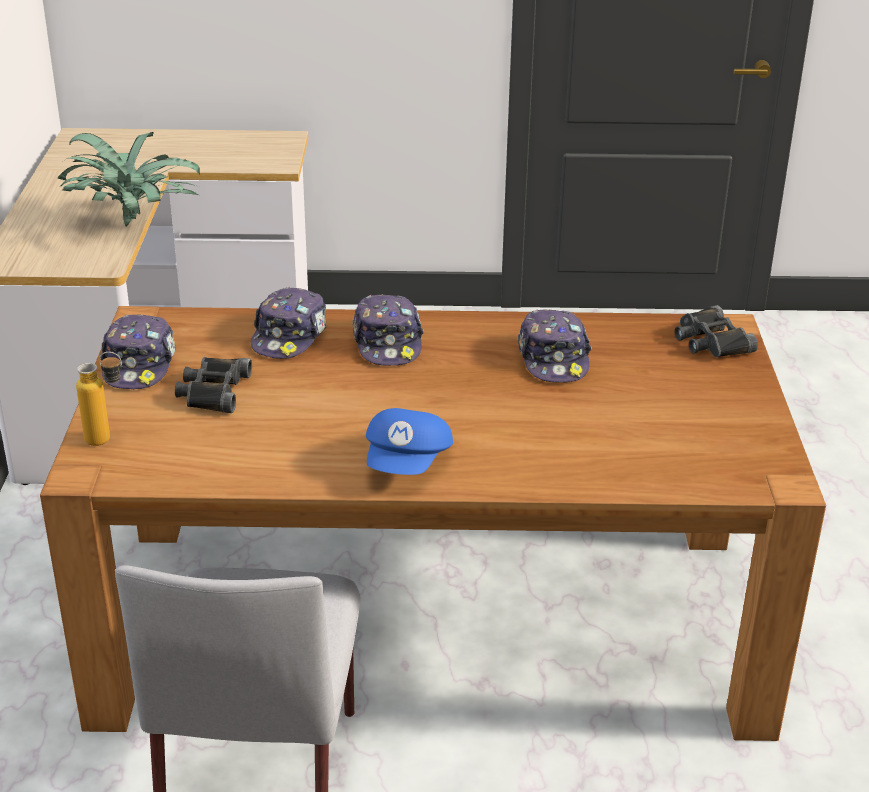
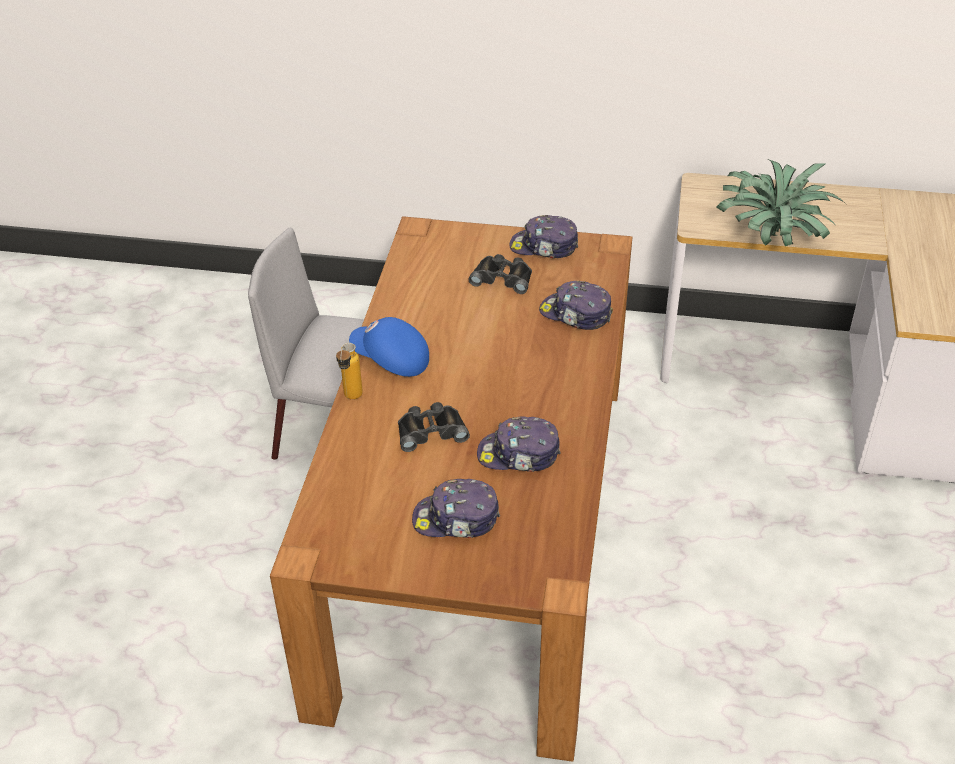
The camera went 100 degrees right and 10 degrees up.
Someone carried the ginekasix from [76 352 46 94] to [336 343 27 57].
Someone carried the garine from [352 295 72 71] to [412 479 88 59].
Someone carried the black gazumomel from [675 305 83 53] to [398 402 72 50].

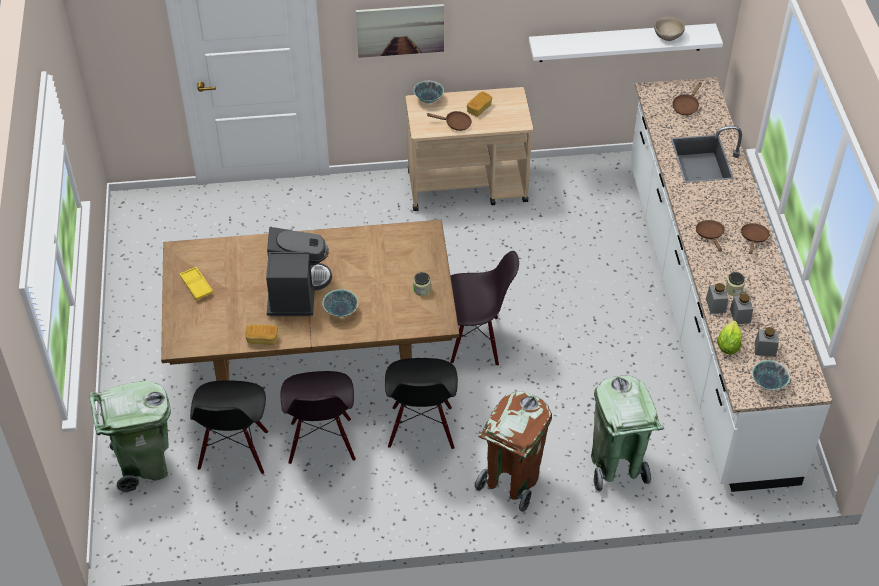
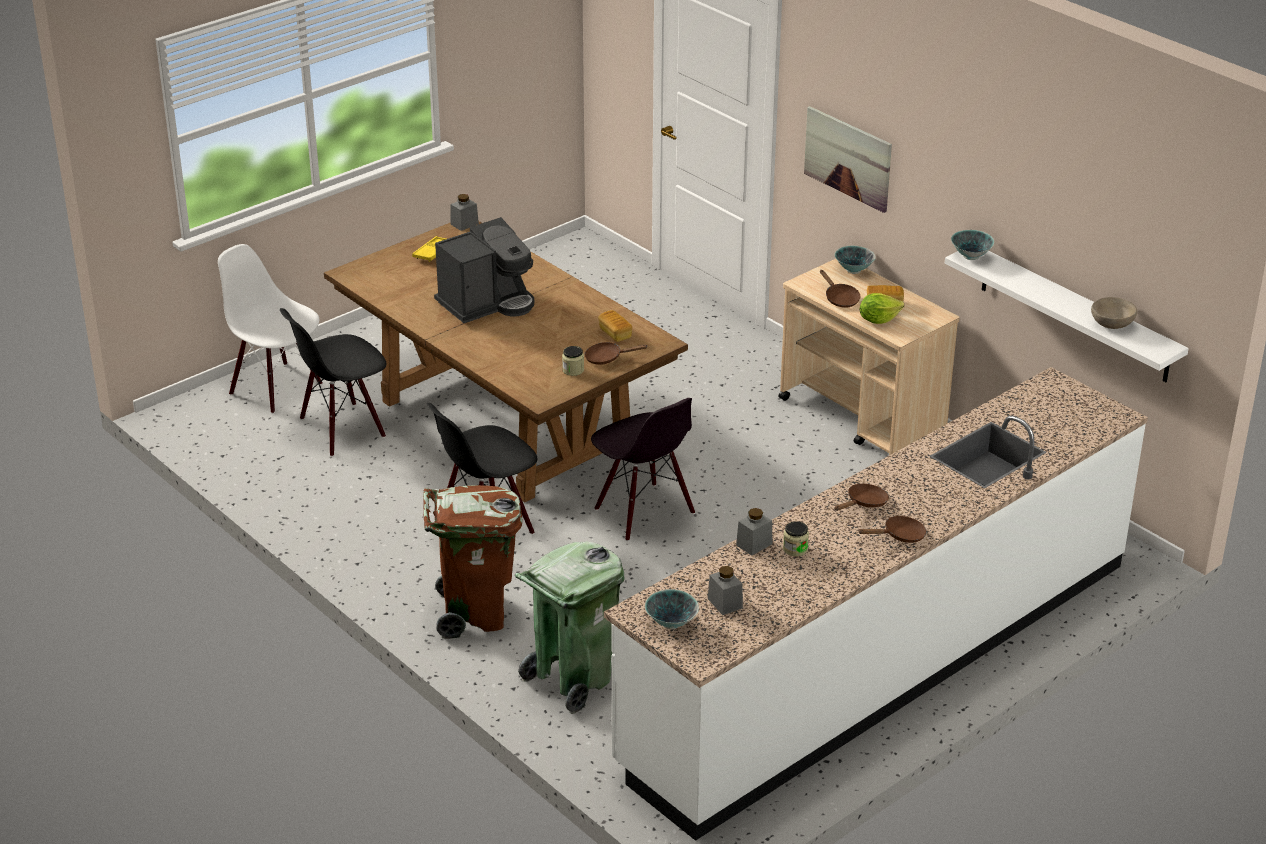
The camera went 55 degrees right and 15 degrees down.
Someone swapped the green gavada at [90 381 81 112] for the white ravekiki at [218 244 104 170].
Someone carried the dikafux from [245 325 33 20] to [598 310 34 32].
Someone took away the black ravekiki at [280 371 76 93].
Someone carried the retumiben from [322 289 36 28] to [951 230 43 30].
Someone carried the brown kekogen from [672 82 30 33] to [585 342 63 23].
Someone carried the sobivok from [717 320 25 34] to [860 293 44 31].
Someone carried the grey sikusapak from [730 293 23 31] to [451 194 28 37].

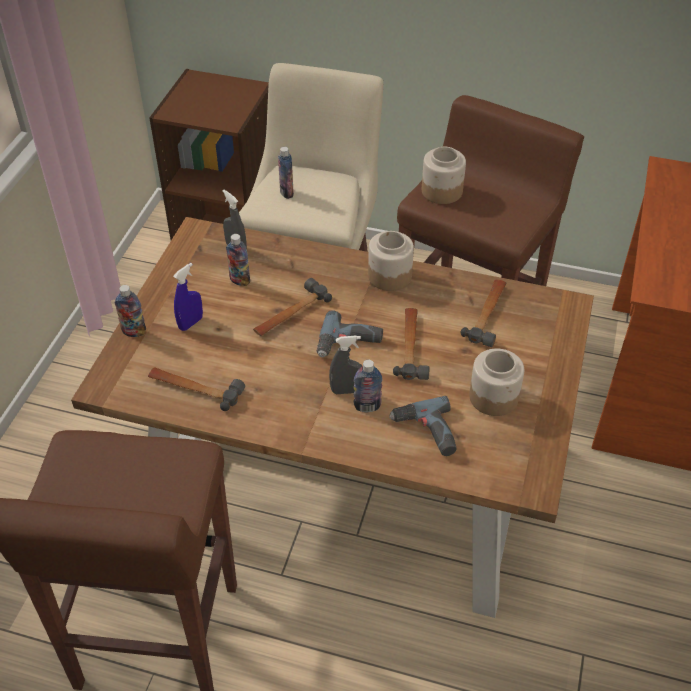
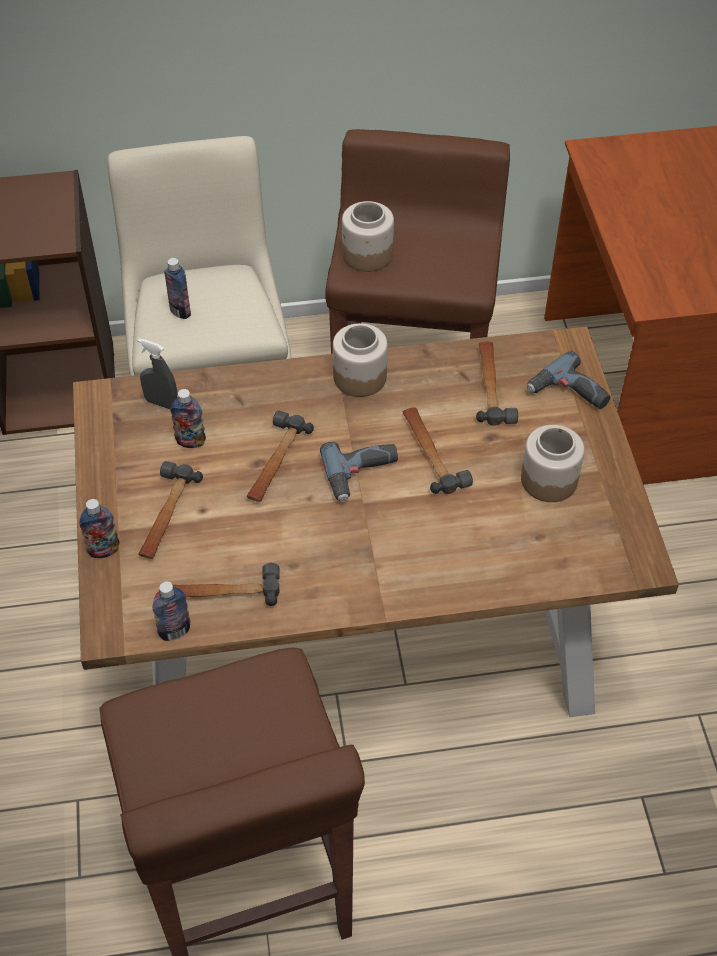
The camera went 25 degrees left and 5 degrees up.
Someone swapped the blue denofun at [173 263 30 68] for the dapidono at [138 461 65 98].
Someone took away the grey denofun at [329 336 33 58].
Someone carried the ginekasix from [353 360 30 52] to [152 582 39 59].
Someone carried the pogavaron from [389 396 68 60] to [527 351 83 58].

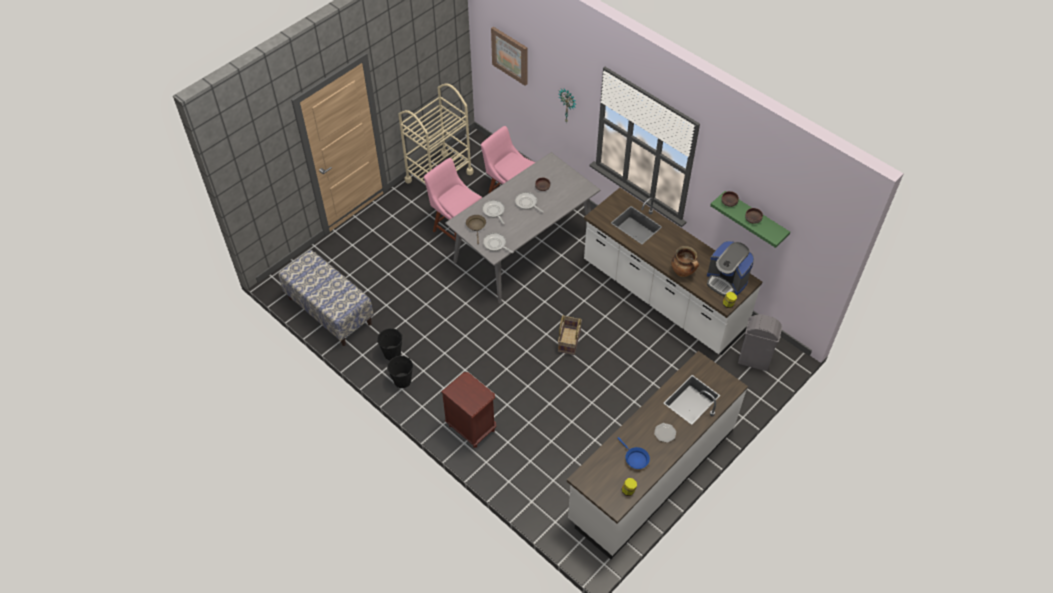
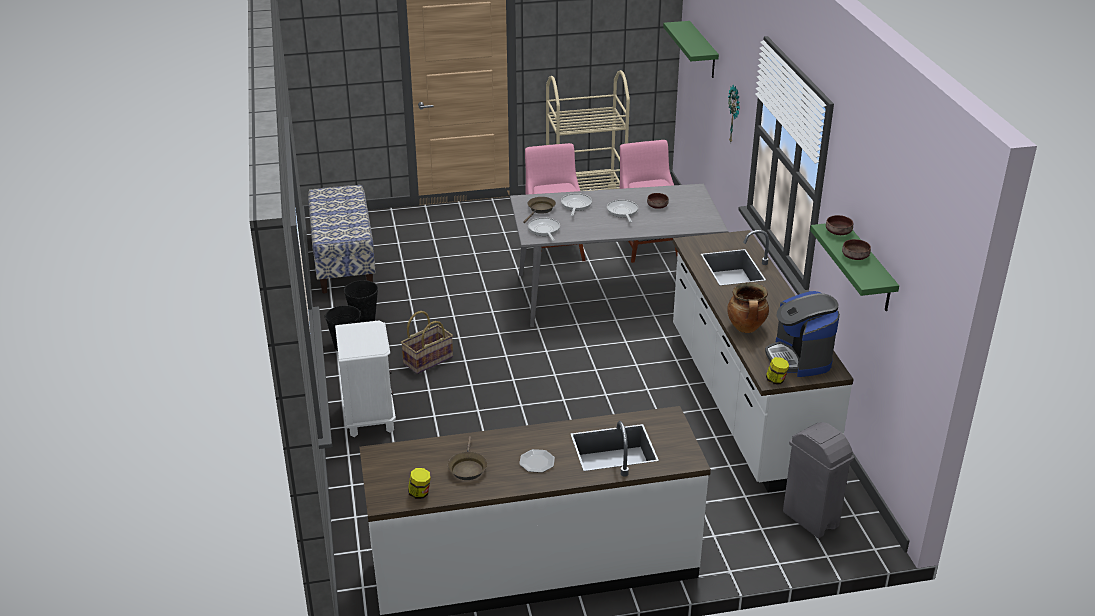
The camera went 35 degrees right and 20 degrees down.
Someone repainted the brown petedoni at [441 372 55 76], which became the white petedoni at [335 321 61 116].
Someone swapped the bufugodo at [491 27 37 59] for the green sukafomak at [663 21 56 57].
Someone carried the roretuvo from [558 315 24 40] to [401 311 52 63].
Someone repainted the blue kekogen at [618 437 32 32], which became the brown kekogen at [448 436 39 44].

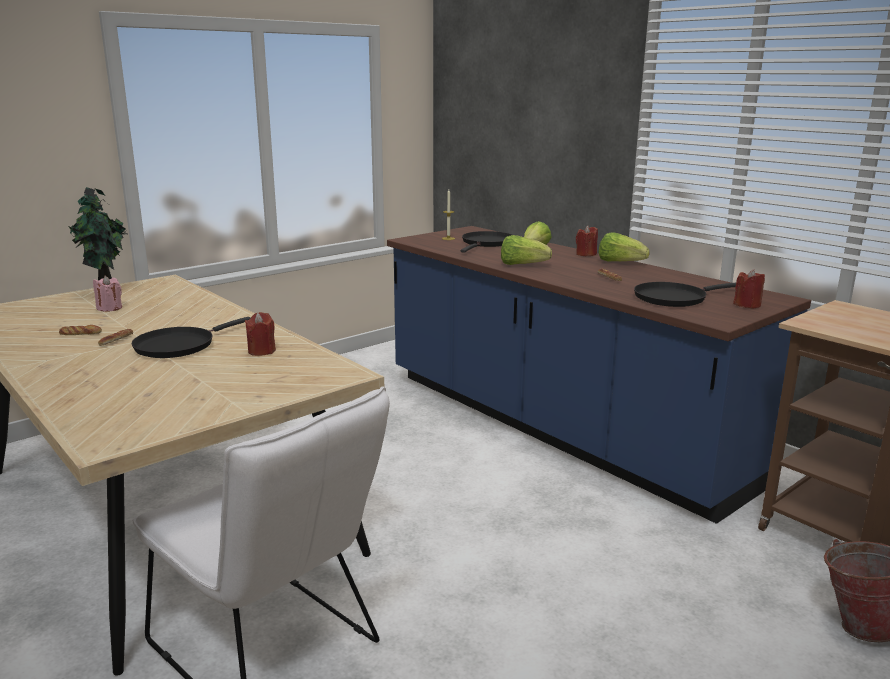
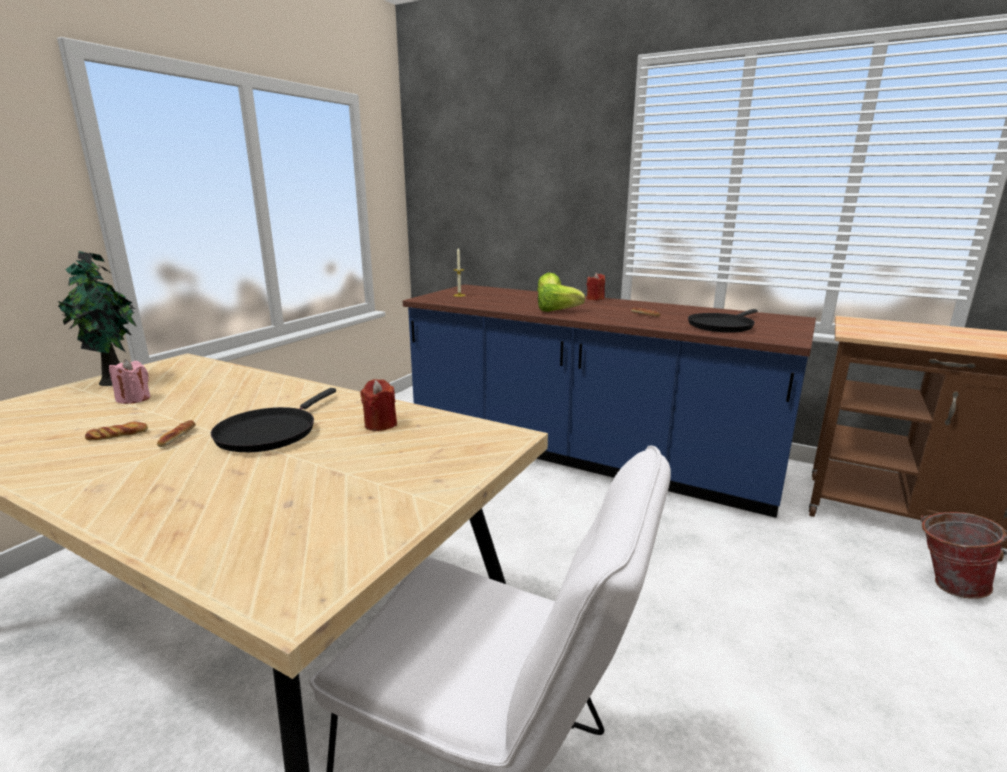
The camera went 20 degrees left and 0 degrees up.
Someone took away the black kekogen at [461 231 51 22].
Someone took away the sobivok at [598 232 52 29].
Someone took away the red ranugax at [733 269 32 40].

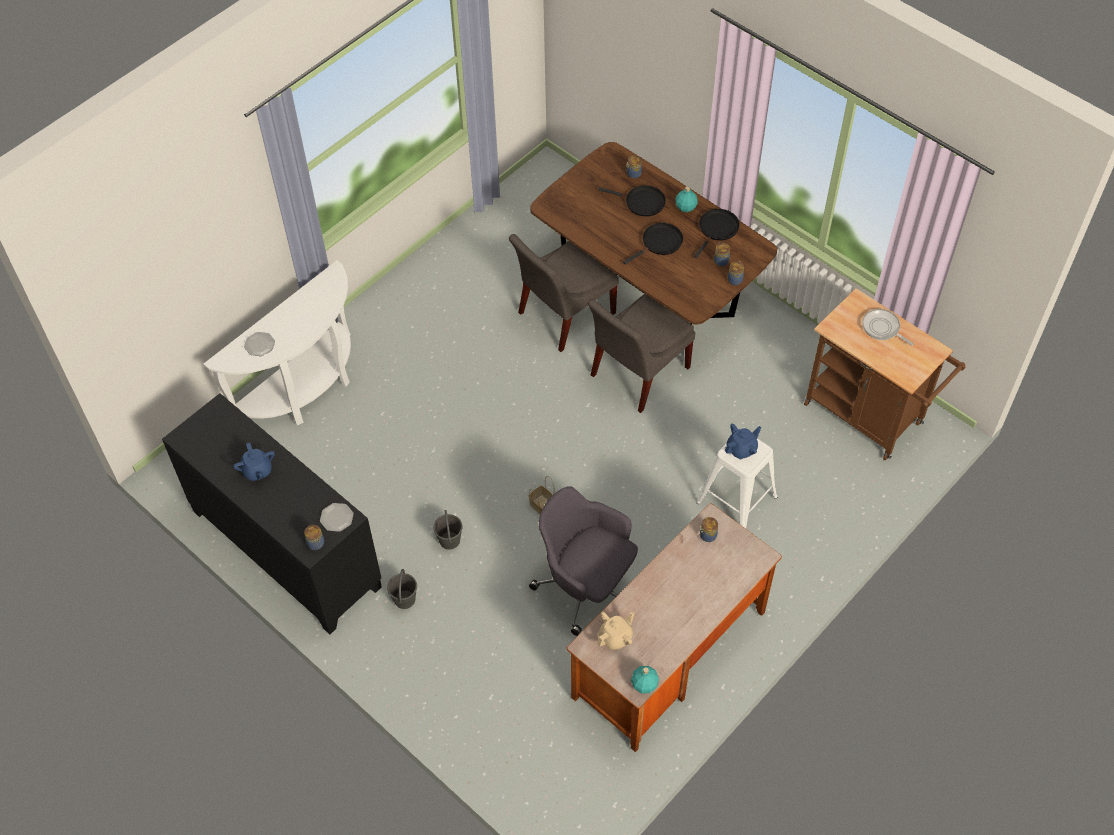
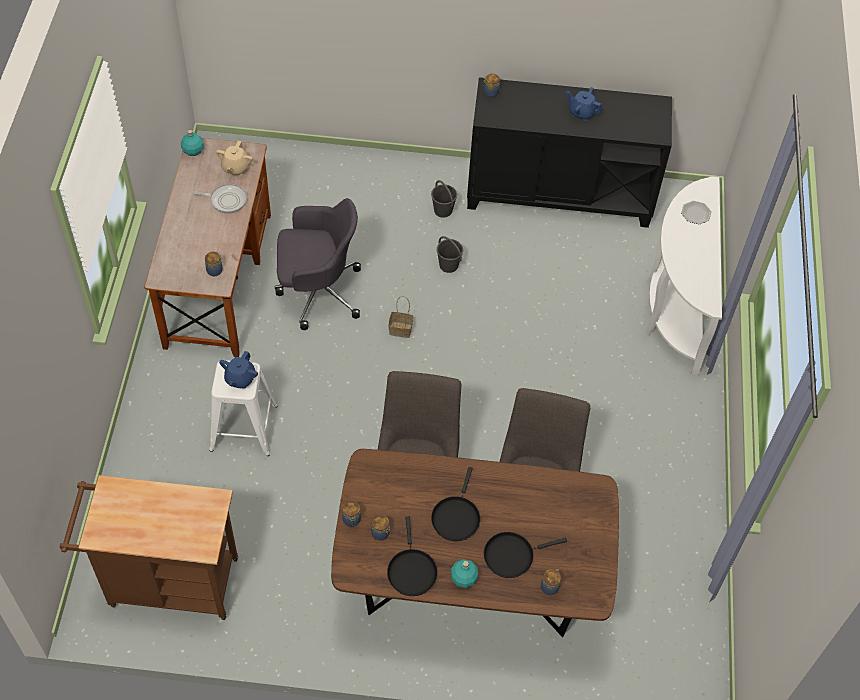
The camera went 140 degrees right and 0 degrees up.
Someone took away the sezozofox at [320 503 34 29].
Someone carried the kekogen from [862 309 52 37] to [191 184 56 30].

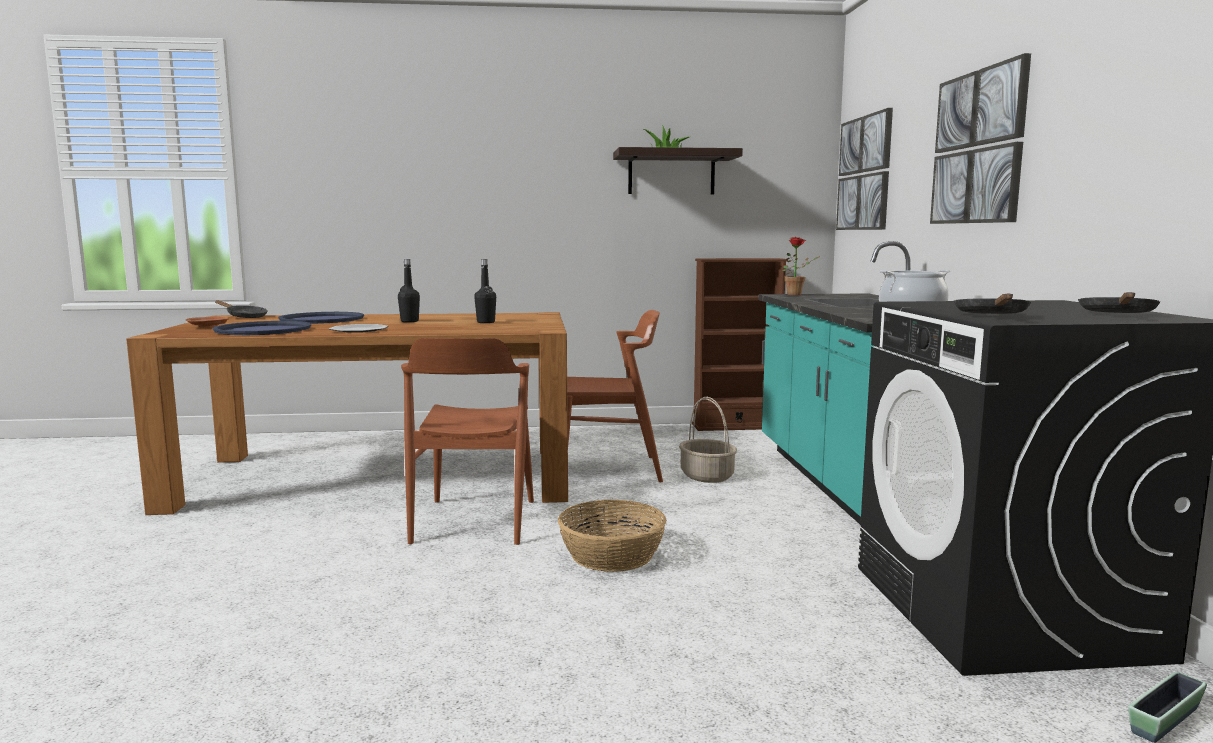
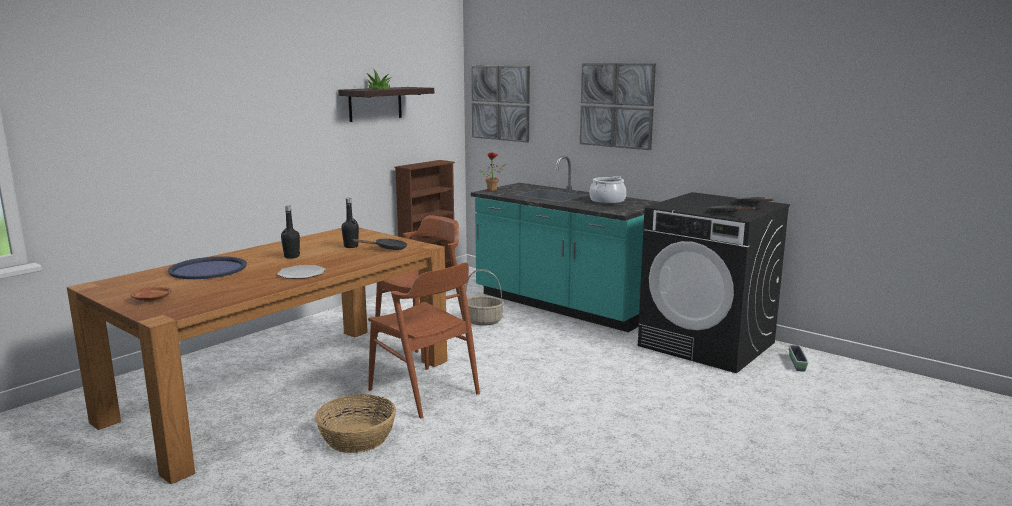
The camera went 45 degrees left and 5 degrees up.
Someone took away the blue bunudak at [213 321 98 14].
Someone carried the black kekogen from [215 300 53 18] to [352 239 55 11].
Someone carried the roretuvo from [558 499 109 73] to [315 394 81 59].

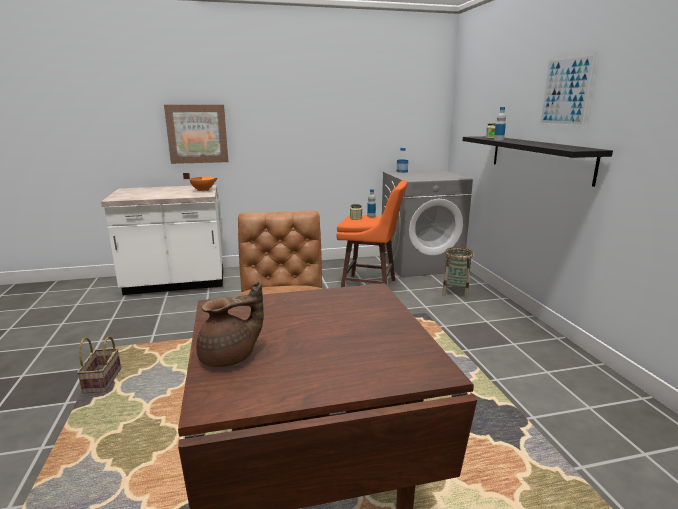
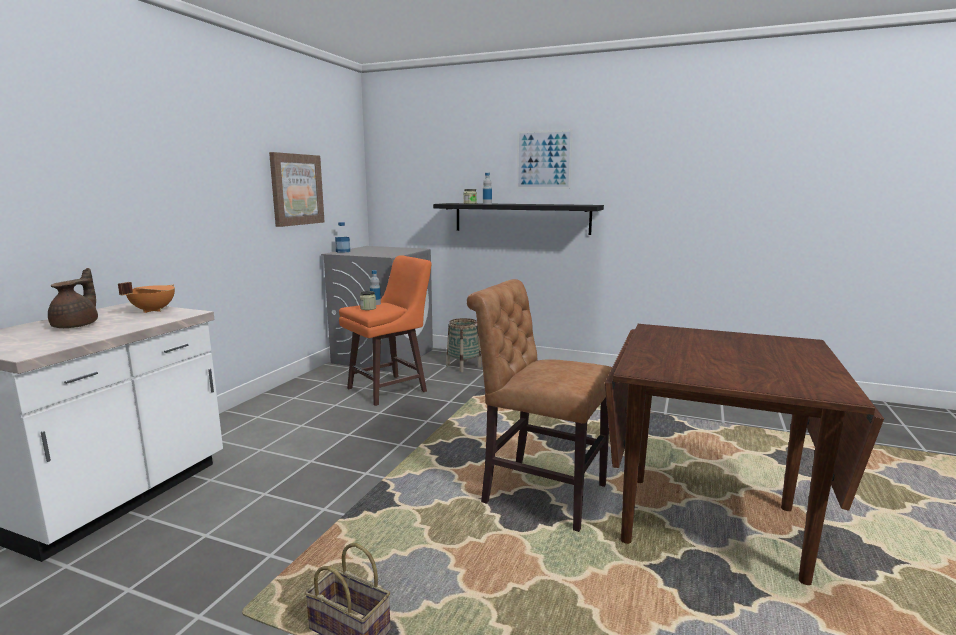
The camera went 55 degrees left and 5 degrees down.
Someone carried the bufugodo from [164 105 64 59] to [269 152 56 75].
Someone carried the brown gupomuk from [196 281 68 86] to [48 268 50 60].

